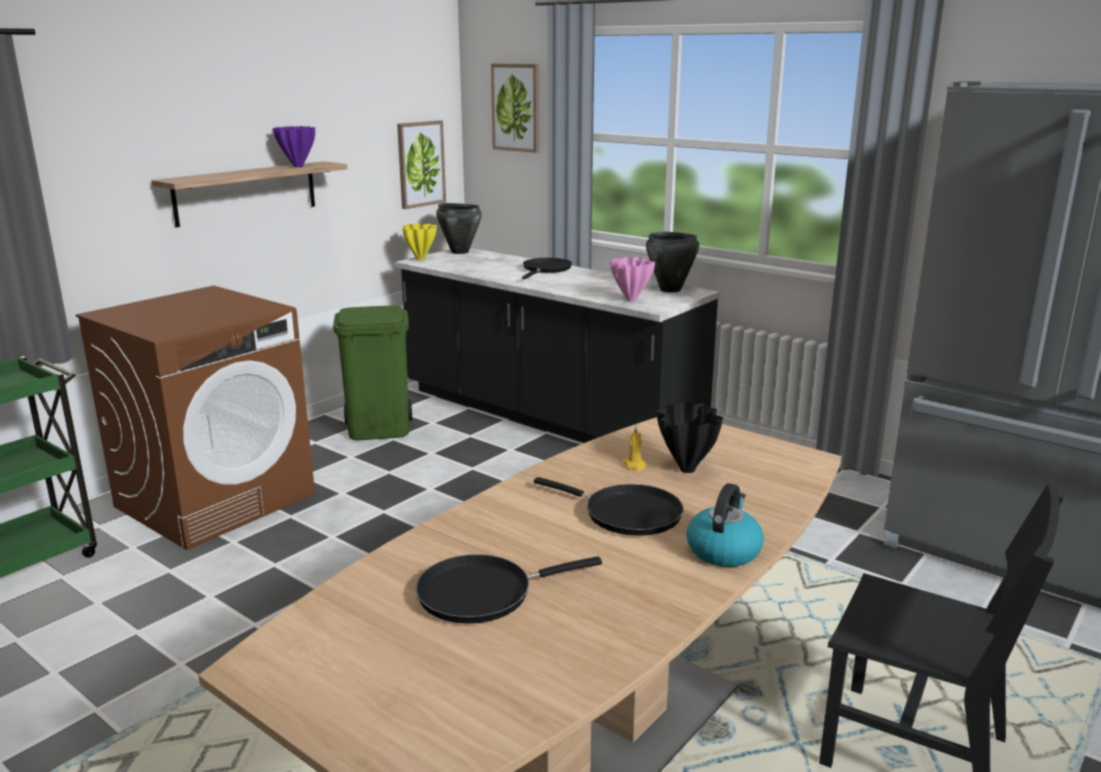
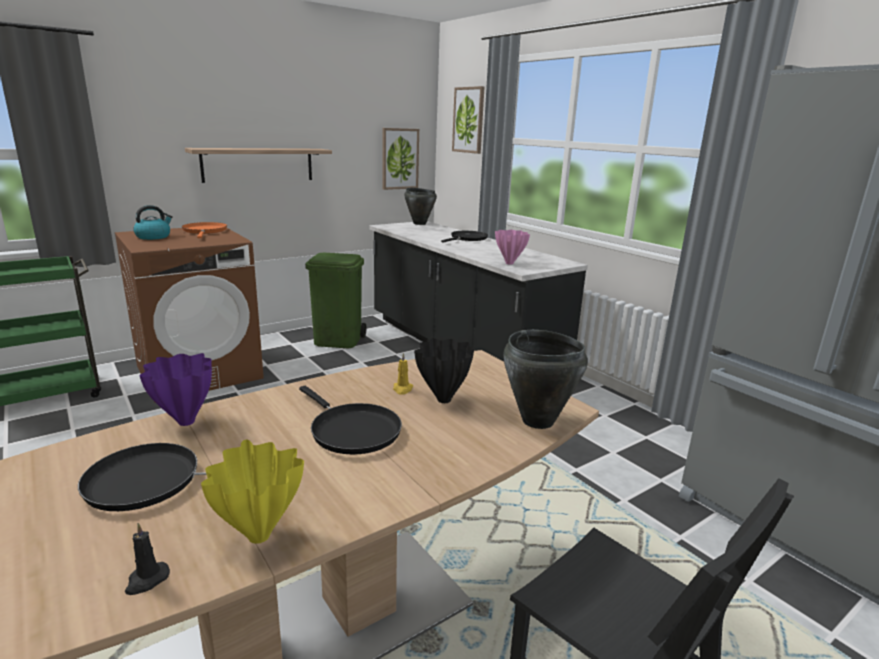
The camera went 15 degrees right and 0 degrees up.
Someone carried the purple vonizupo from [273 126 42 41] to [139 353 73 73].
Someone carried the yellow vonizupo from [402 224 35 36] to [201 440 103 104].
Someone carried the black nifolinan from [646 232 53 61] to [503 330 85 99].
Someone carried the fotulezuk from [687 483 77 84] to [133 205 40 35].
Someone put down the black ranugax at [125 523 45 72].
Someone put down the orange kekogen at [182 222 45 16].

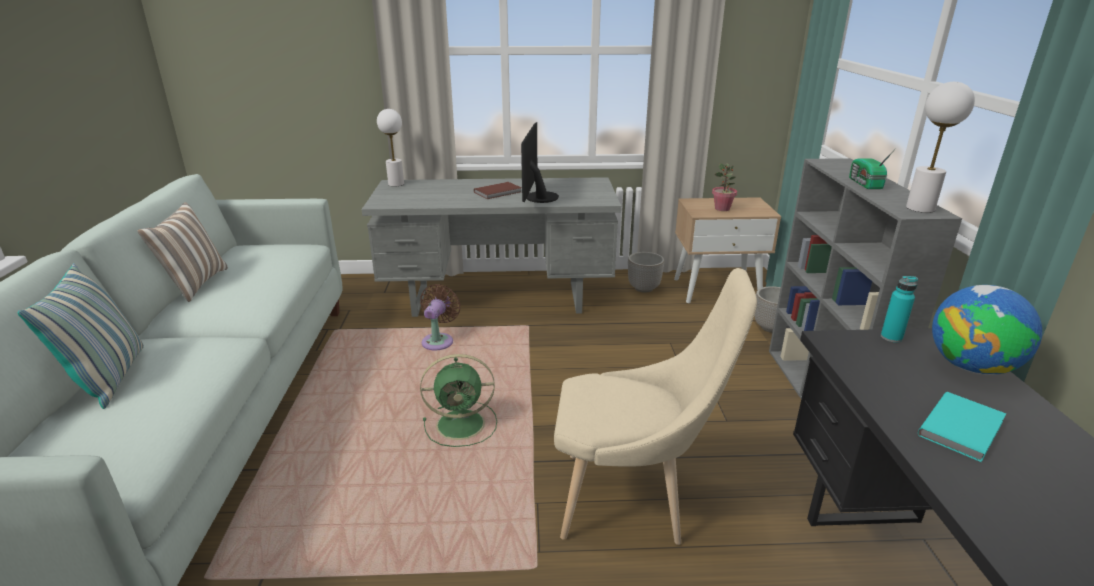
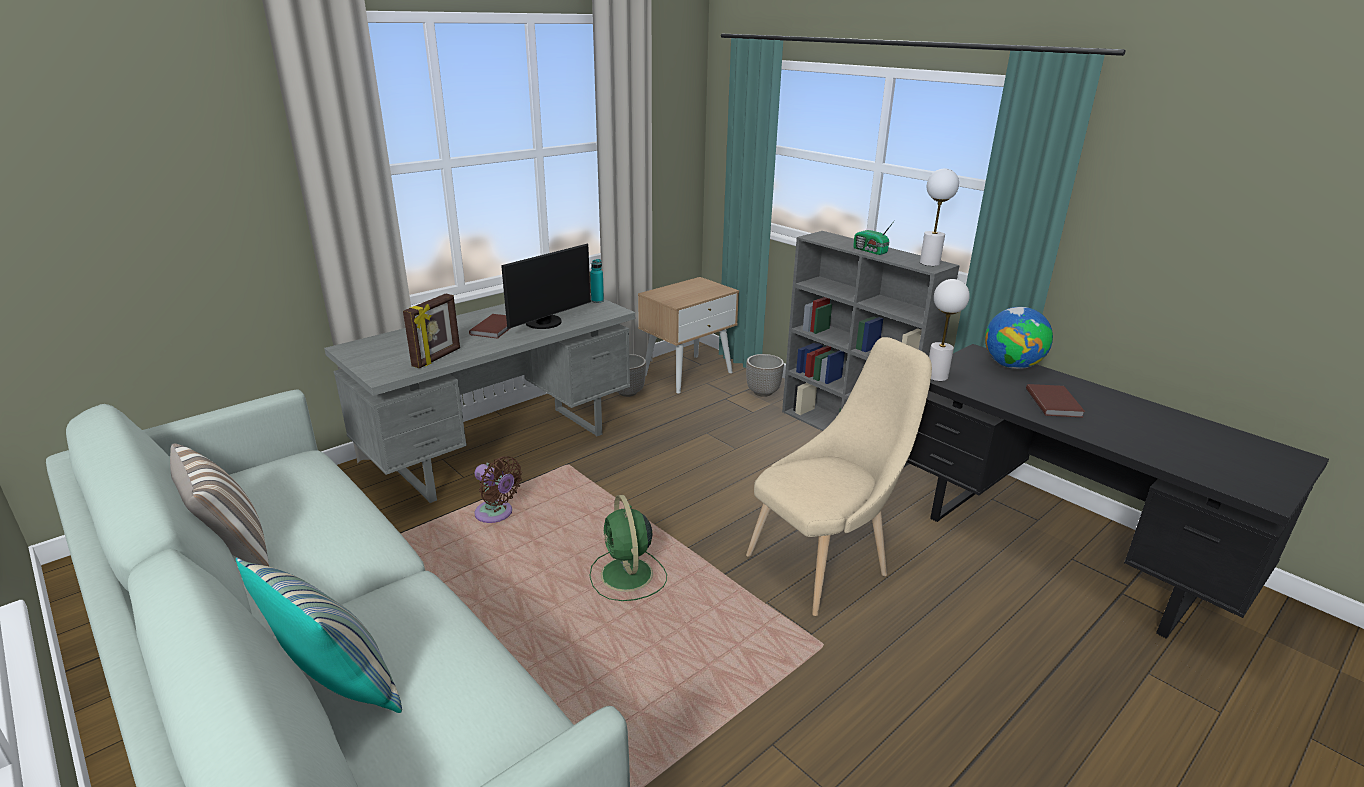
The camera went 40 degrees left and 0 degrees up.
Someone carried the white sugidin from [377 109 27 78] to [929 279 41 102].
Someone rotated the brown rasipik at [420 284 41 66] by 150 degrees clockwise.
Someone rotated the green rasipik at [420 354 77 93] by 120 degrees clockwise.
Someone rotated the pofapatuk at [521 122 38 81] by 105 degrees counterclockwise.
Someone took away the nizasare at [712 163 25 48].
Someone carried the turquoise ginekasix from [881 276 37 67] to [590 259 14 44].
Someone repainted the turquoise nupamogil at [918 392 88 70], which became the brown nupamogil at [1026 384 59 34].
Someone put down the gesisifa at [403 293 57 75].

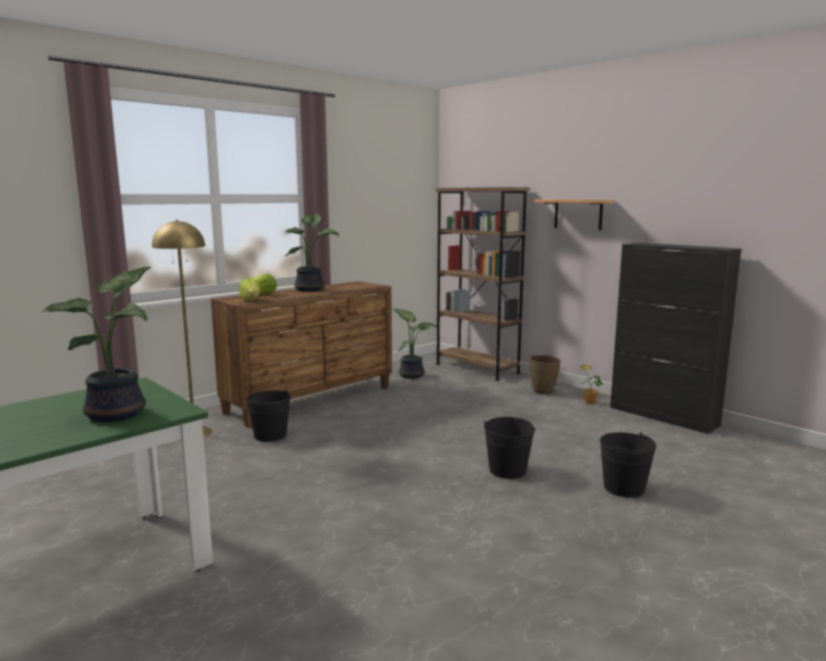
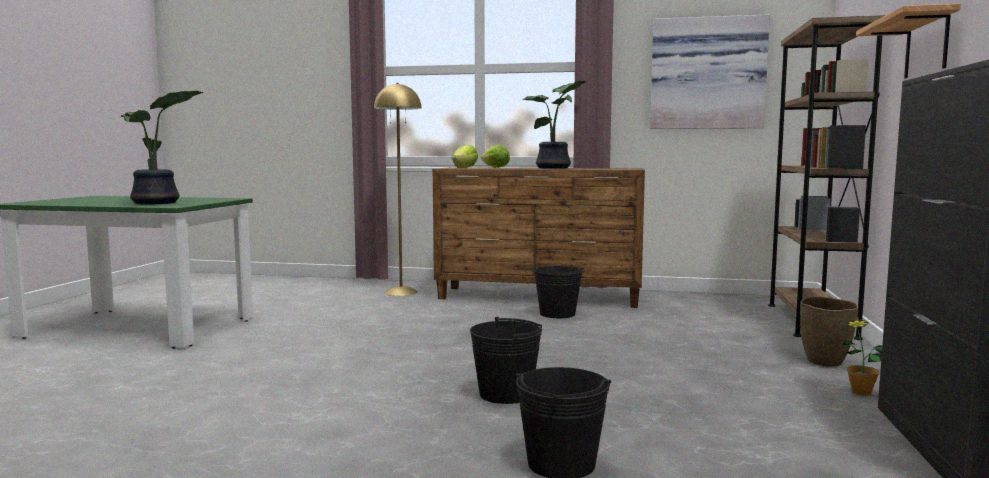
The camera went 55 degrees right and 5 degrees down.
Someone carried the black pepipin from [246 389 45 53] to [533 266 50 52].
Someone took away the nizasare at [393 308 44 71].
Someone put up the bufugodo at [650 14 120 115].

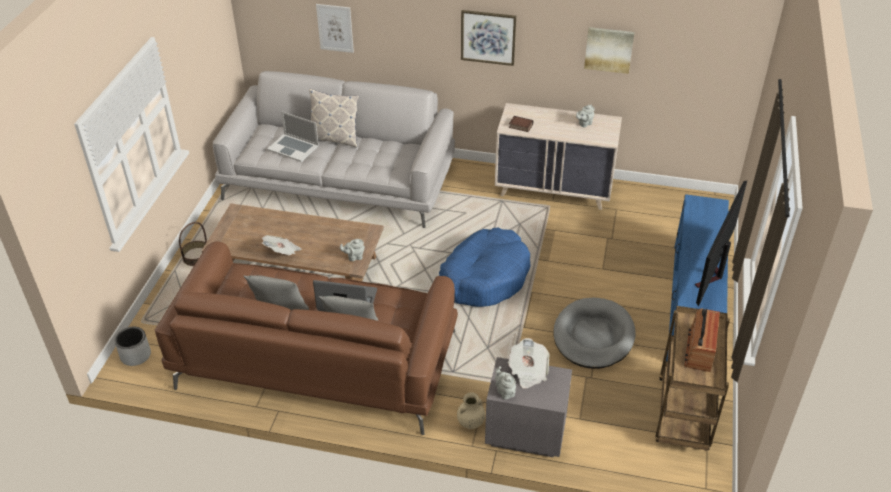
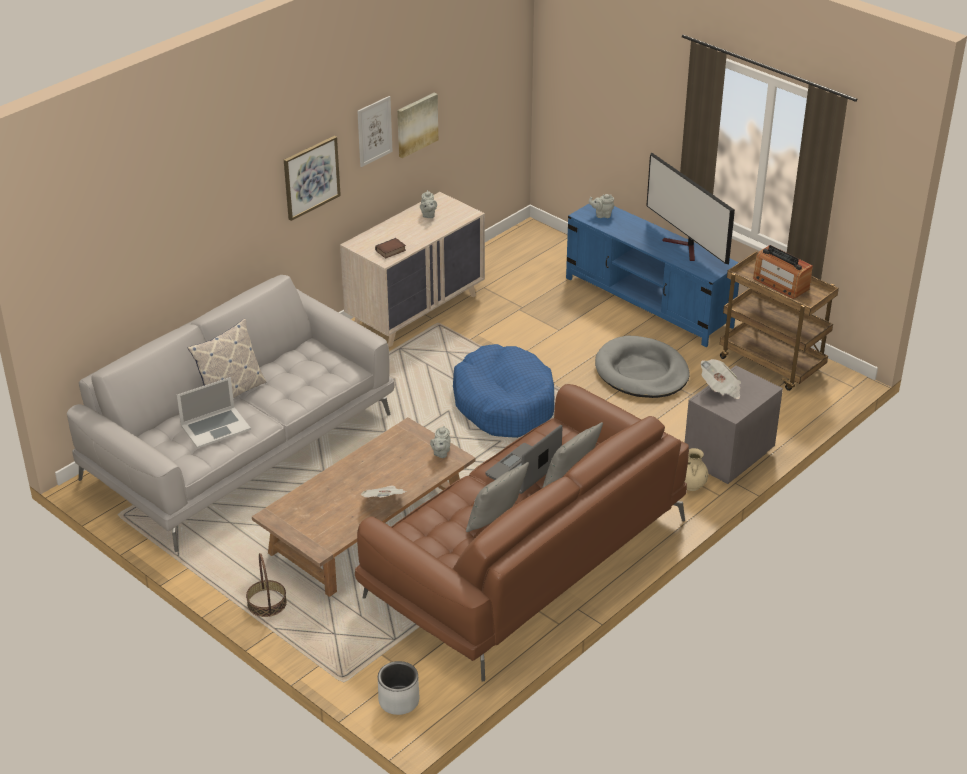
The camera went 60 degrees left and 5 degrees down.
Someone carried the bufugodo from [316 4 38 49] to [357 96 36 71].
Someone carried the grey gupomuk from [495 366 21 33] to [589 194 26 24].

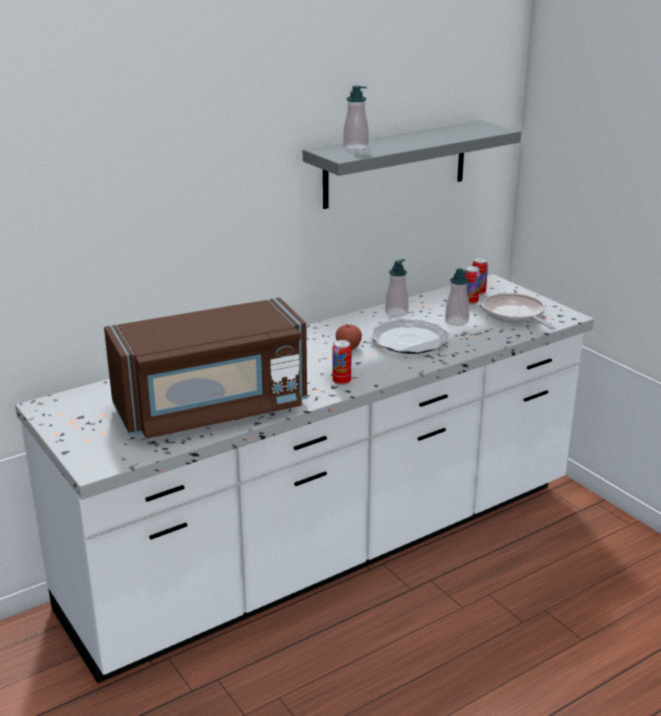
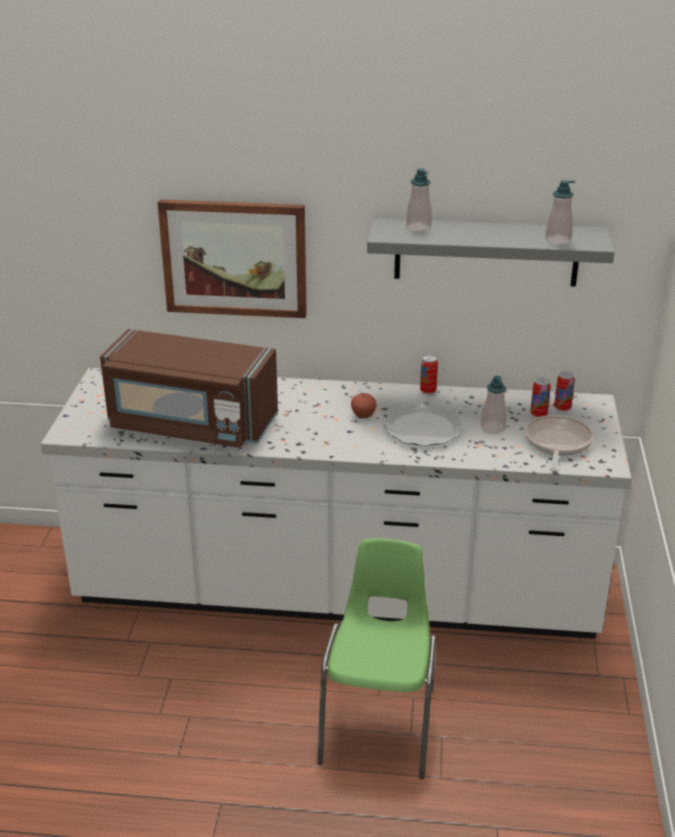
The camera went 40 degrees right and 5 degrees up.
Someone carried the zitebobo from [332 340 20 45] to [420 355 18 39].
Someone carried the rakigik from [385 259 24 58] to [545 180 30 65].
Someone put up the bufugodo at [158 200 149 118].
Someone put down the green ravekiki at [317 538 119 241].

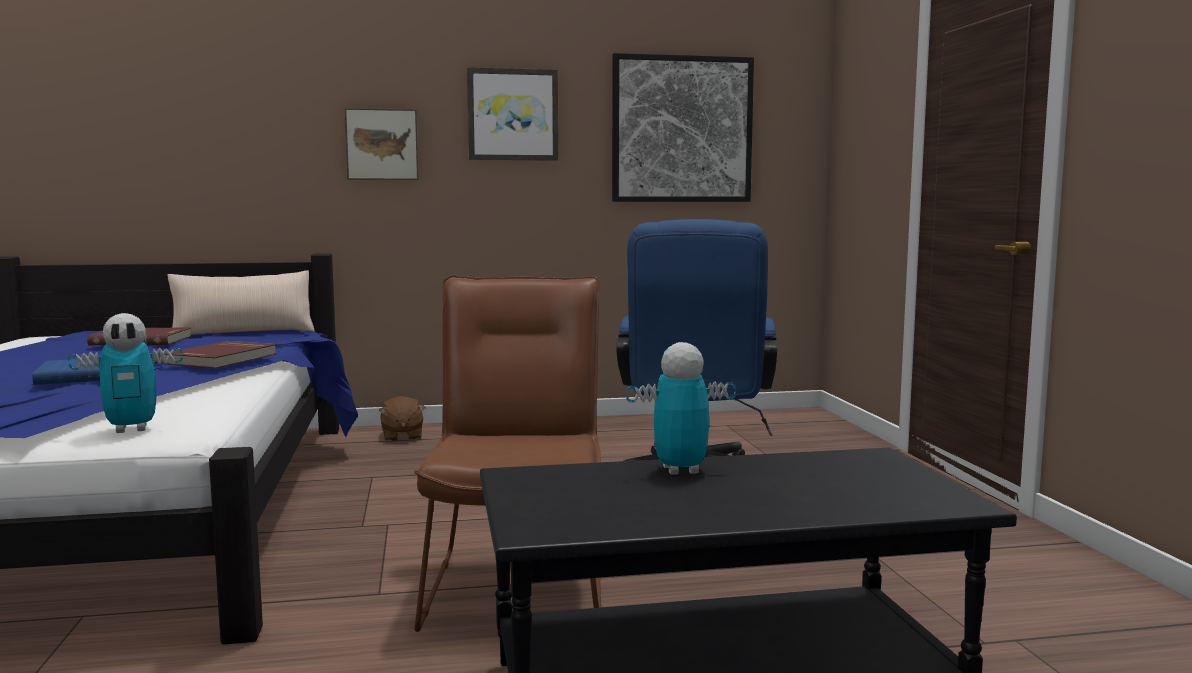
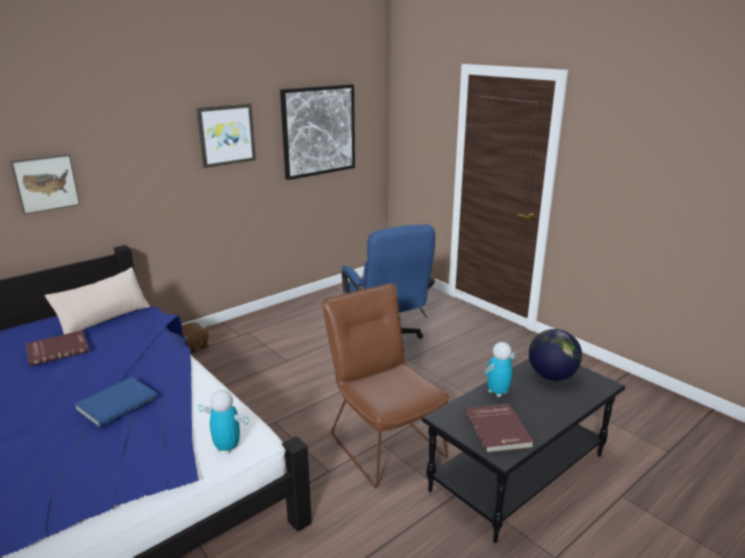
The camera went 30 degrees left and 15 degrees up.
Someone rotated the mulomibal at [68 313 115 120] by 105 degrees counterclockwise.
Someone carried the red nupamogil from [162 341 115 27] to [466 403 68 50].
Someone carried the bufugodo from [345 108 74 72] to [10 154 70 60].
Someone put down the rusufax at [529 329 53 52].

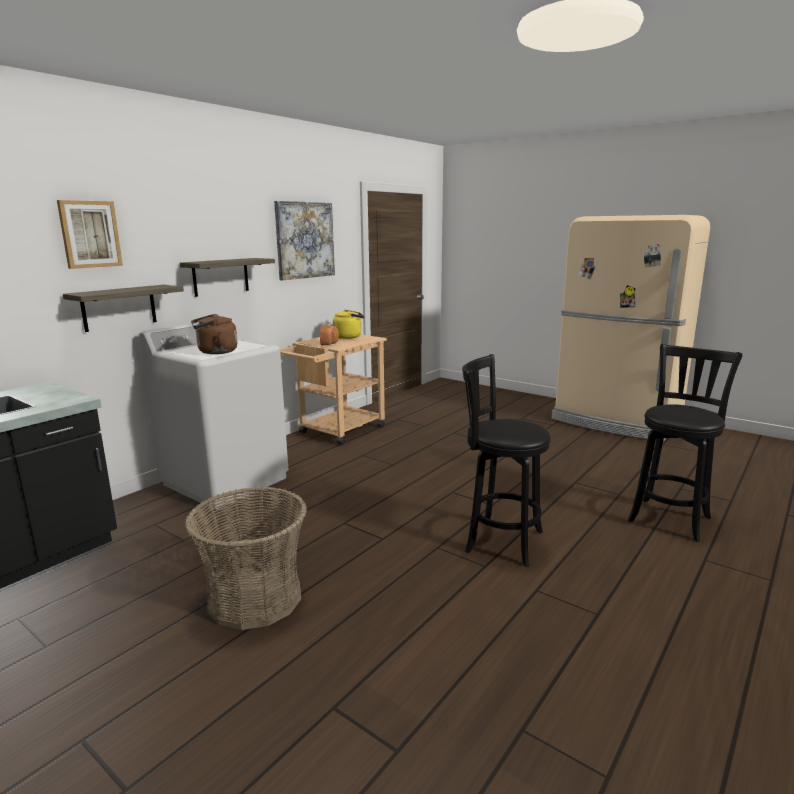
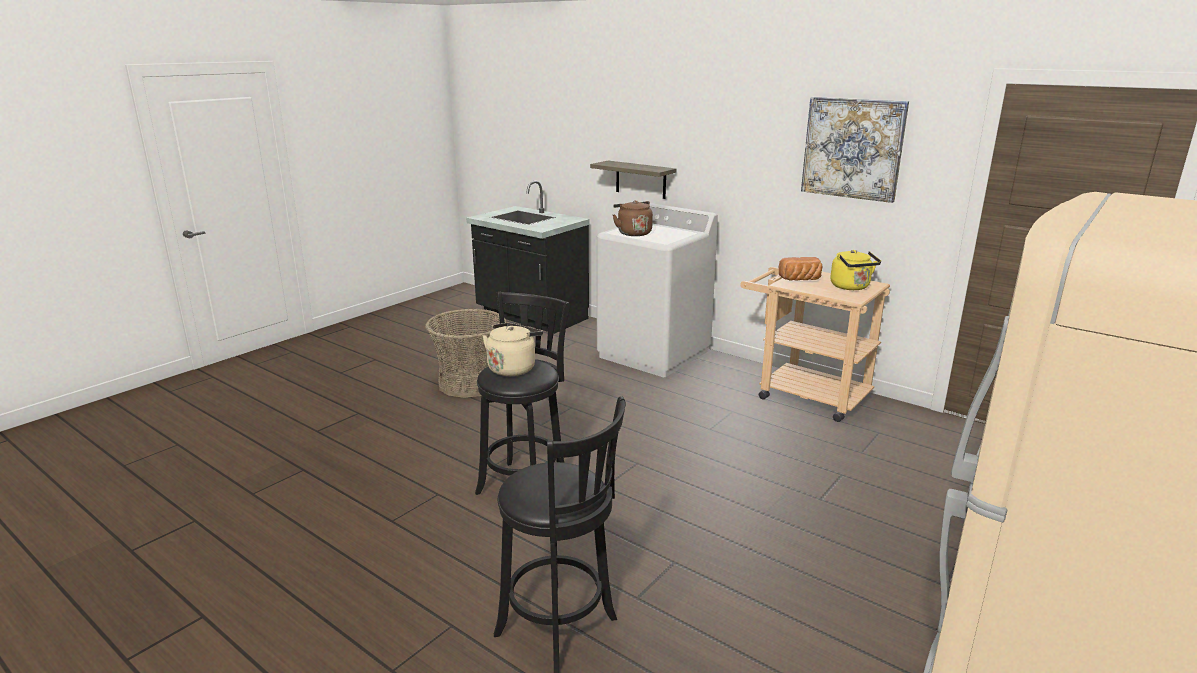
The camera went 90 degrees right and 5 degrees up.
Someone took away the bufugodo at [57 200 66 69].
Someone took away the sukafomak at [180 258 95 39].
Someone put down the beige fotulezuk at [483 323 60 53].

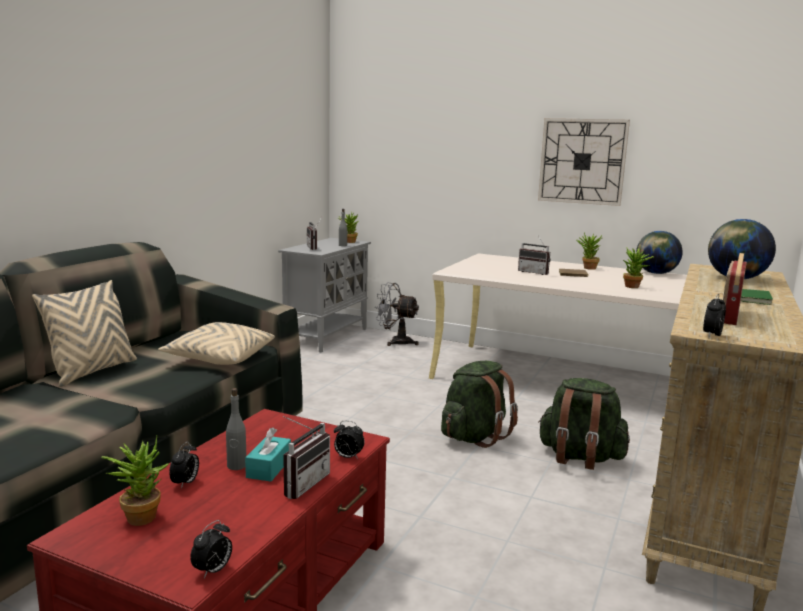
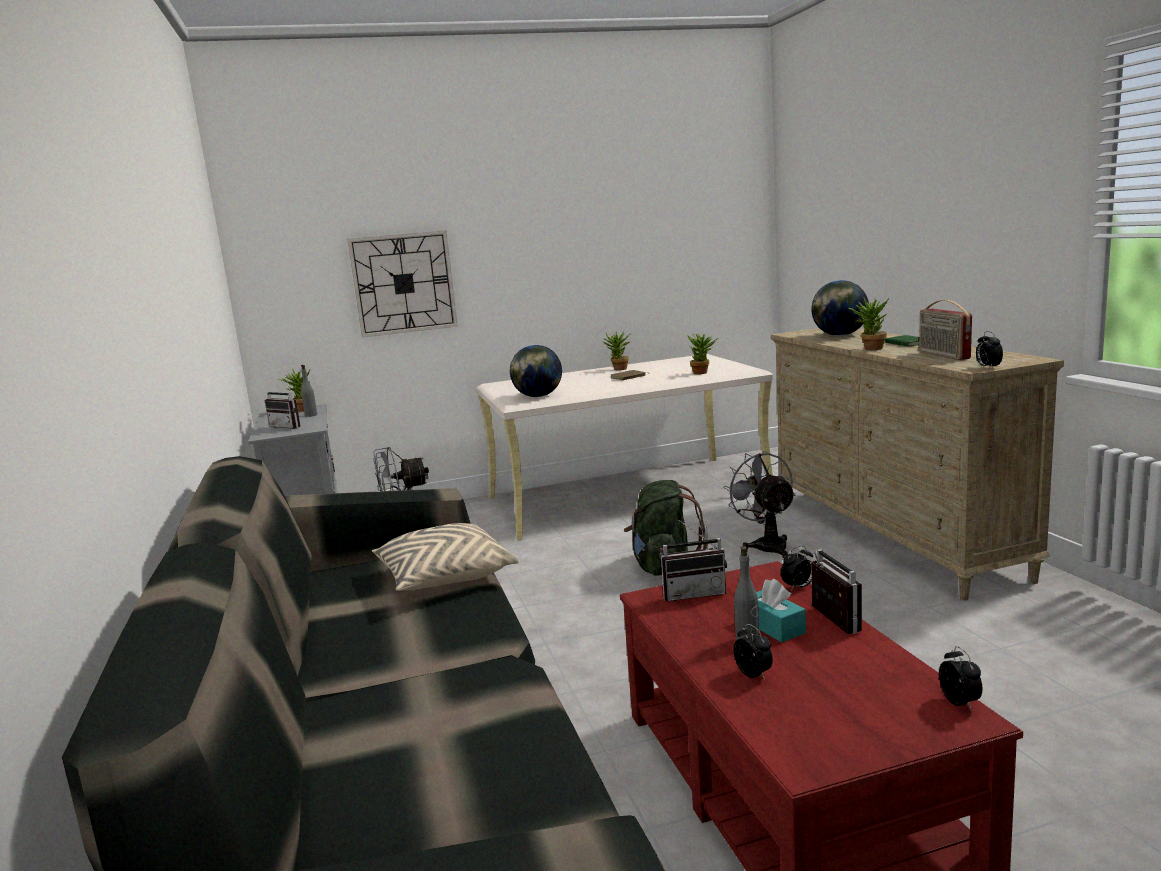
The camera went 40 degrees left and 0 degrees up.
Someone took away the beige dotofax at [32 280 105 107].
Someone carried the nizasare from [101 436 67 90] to [848 297 41 53].
Someone carried the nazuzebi from [518 236 33 39] to [661 520 66 81].
Someone carried the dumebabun from [538 118 92 88] to [347 230 111 108].
Someone swapped the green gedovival at [538 378 92 92] for the grey rasipik at [723 451 73 107].
Someone carried the rusufax from [636 231 47 43] to [510 345 52 52].

